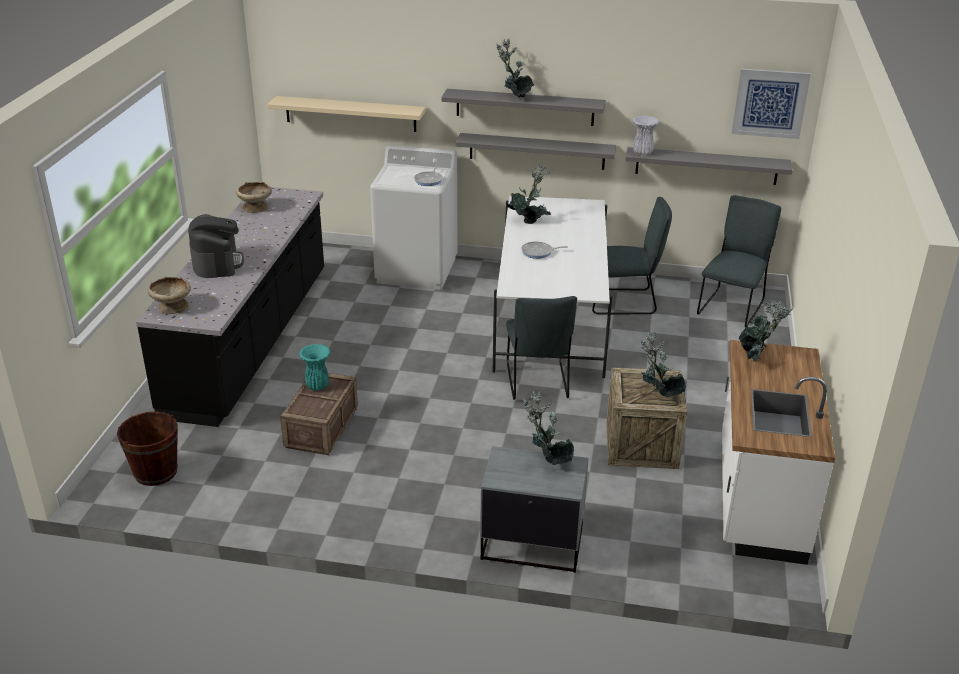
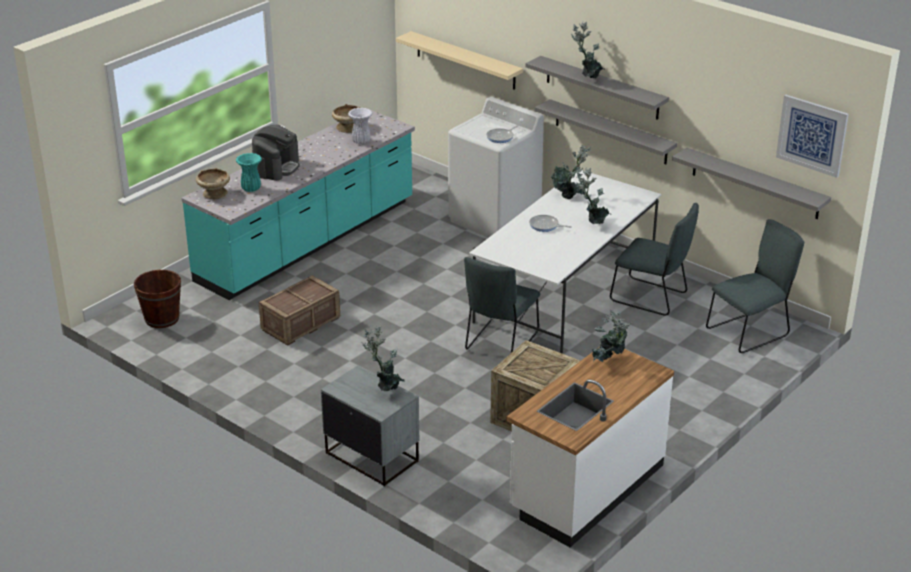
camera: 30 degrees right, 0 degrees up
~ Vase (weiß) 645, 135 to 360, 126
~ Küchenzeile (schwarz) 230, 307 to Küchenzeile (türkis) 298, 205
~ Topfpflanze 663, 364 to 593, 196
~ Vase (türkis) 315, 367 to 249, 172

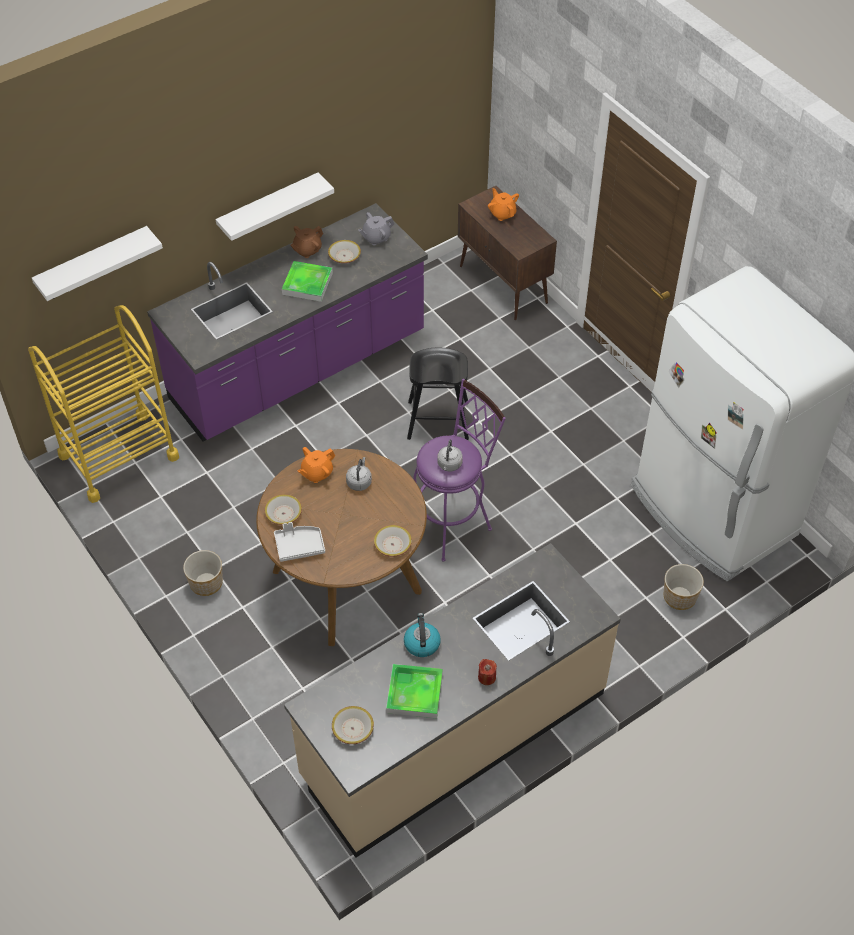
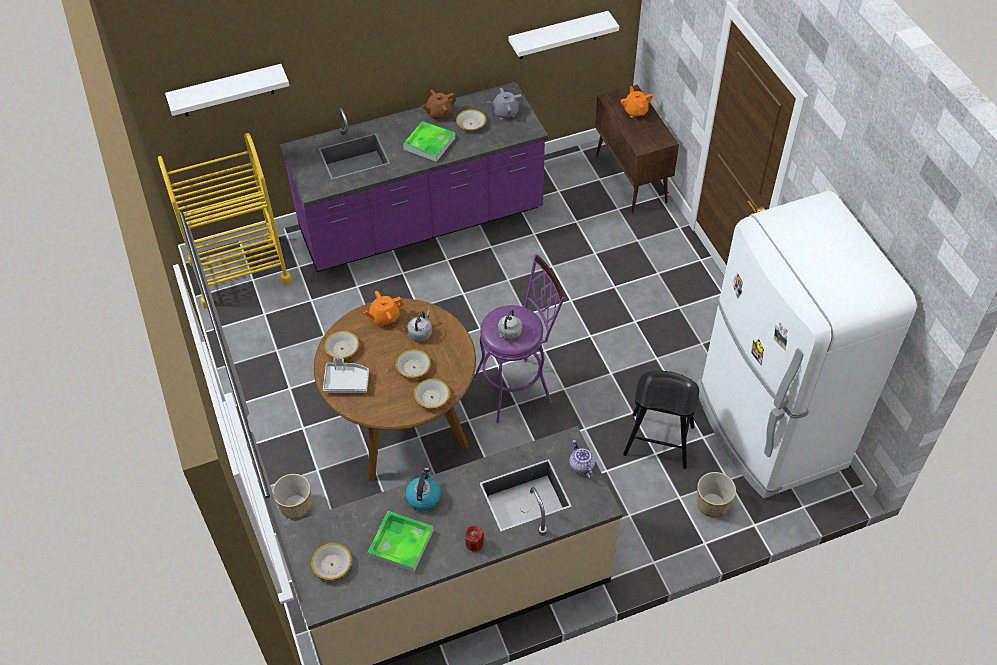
camera: 15 degrees right, 0 degrees up
~ Wandregal (weiß) 275, 207 to 564, 35
~ Hocker (schwarz) 438, 393 to 661, 420
~ Pflanzkübel 203, 573 to 292, 496
+ Schüssel 413, 363
+ Teekanne 582, 459

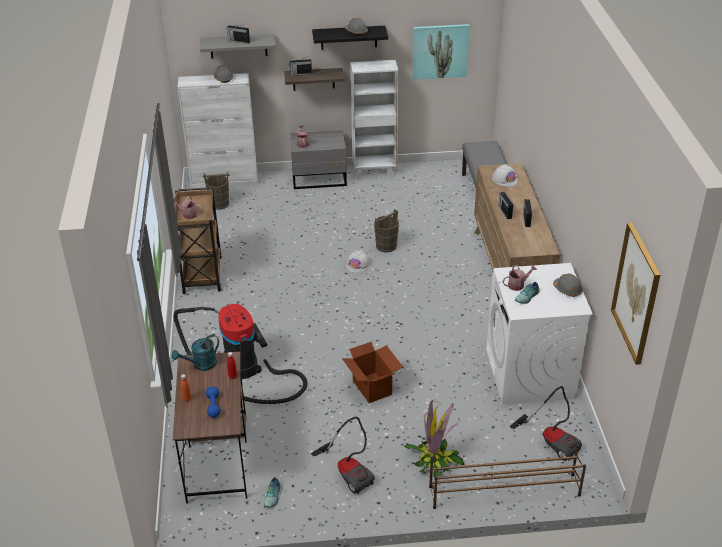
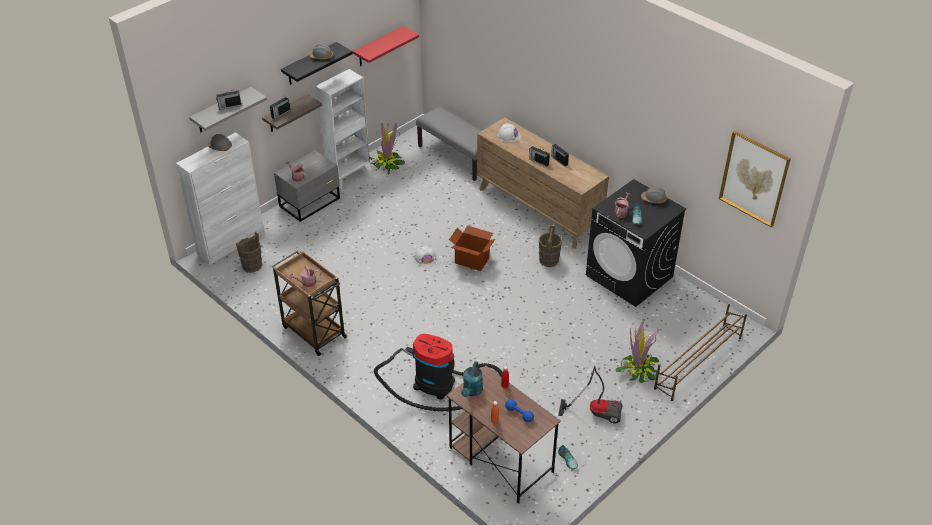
camera: 40 degrees left, 5 degrees up
~ Bild 441, 52 to Wandregal (rot) 386, 46
~ Eimer (braun) 386, 231 to 550, 246
~ Waschmaschine (weiß) 539, 333 to Waschmaschine (schwarz) 636, 243
~ Karton 372, 372 to 472, 248
- Staubsauger 546, 423
+ Topfpflanze 387, 149

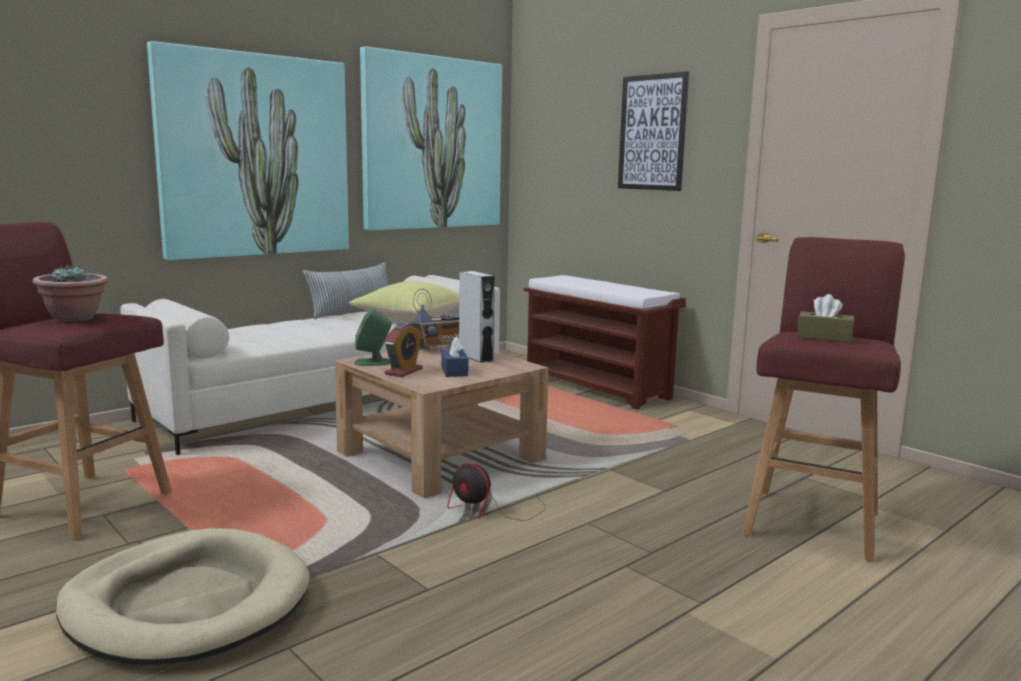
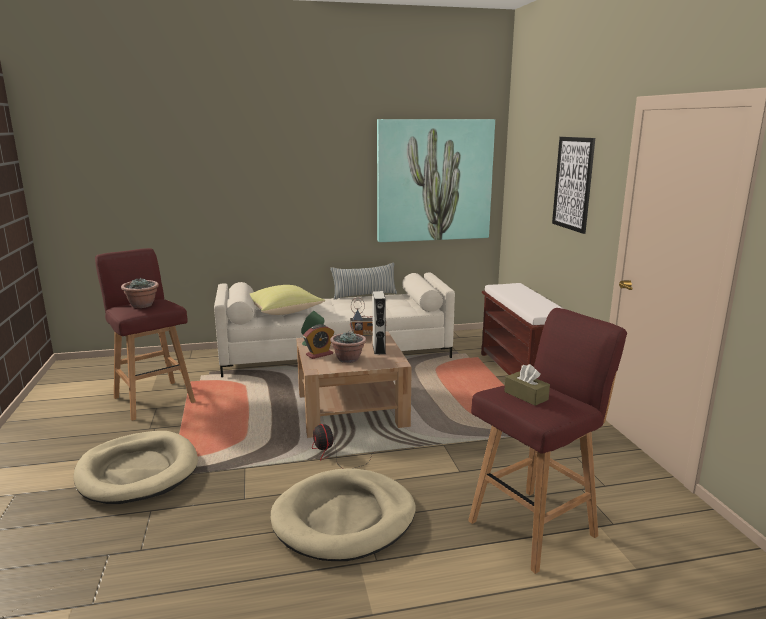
camera: 30 degrees right, 5 degrees up
- Bild 248, 150
~ Kissen (gelb) 404, 301 to 287, 300
~ Taschentuchbox (blau) 454, 357 to Topfpflanze 348, 347
+ Hundebett (beige) 343, 514

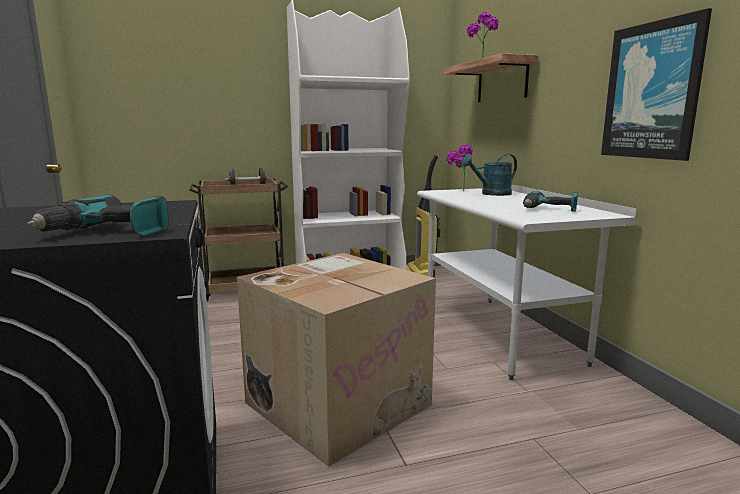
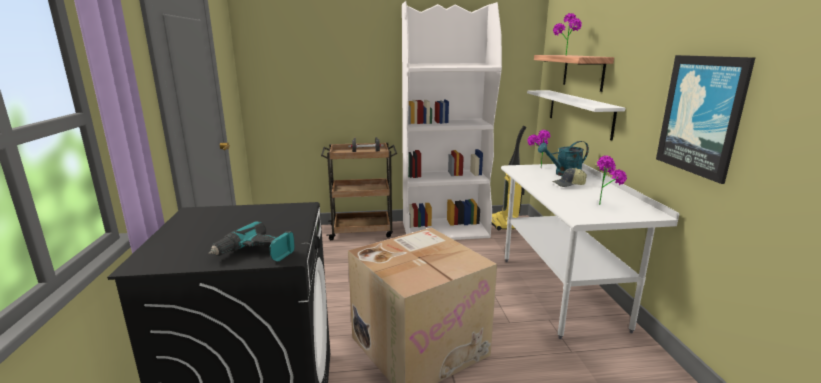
camera: 10 degrees right, 5 degrees up
~ Bohrmaschine 550, 201 to Topfpflanze 612, 180
+ Wandregal (weiß) 576, 115
+ Kappe 569, 177

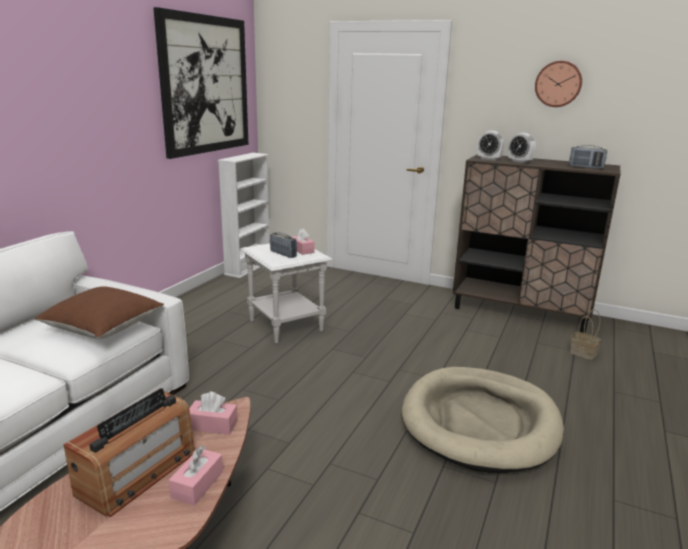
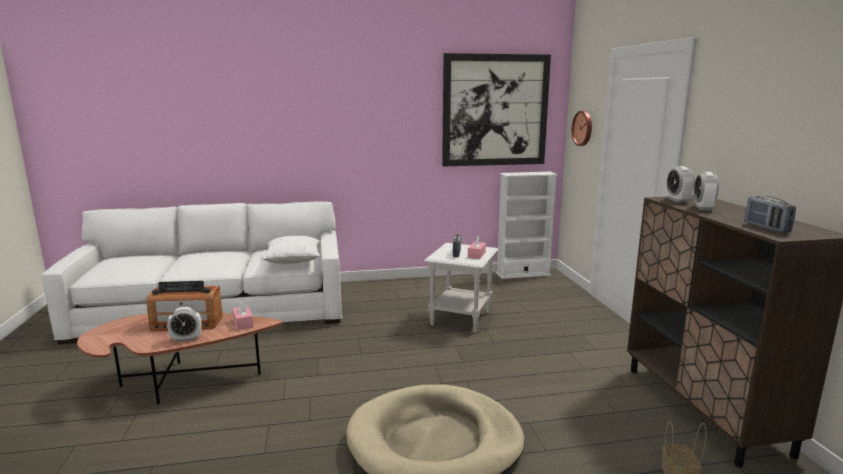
camera: 55 degrees right, 5 degrees down
~ Wanduhr 558, 84 to 582, 128
~ Kissen (braun) 99, 312 to Kissen (weiß) 291, 250
~ Taschentuchbox (rosa) 196, 476 to Wecker 184, 324

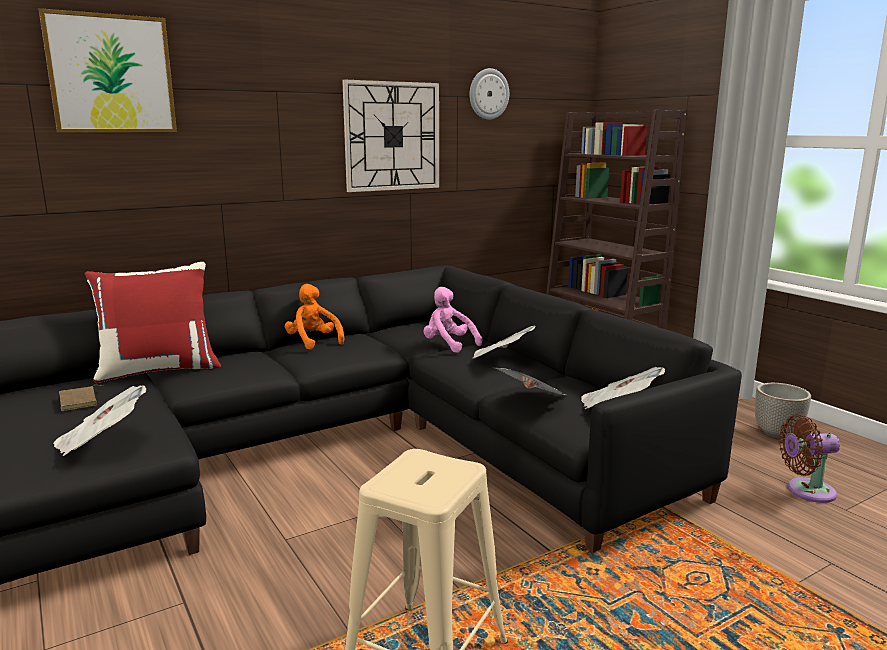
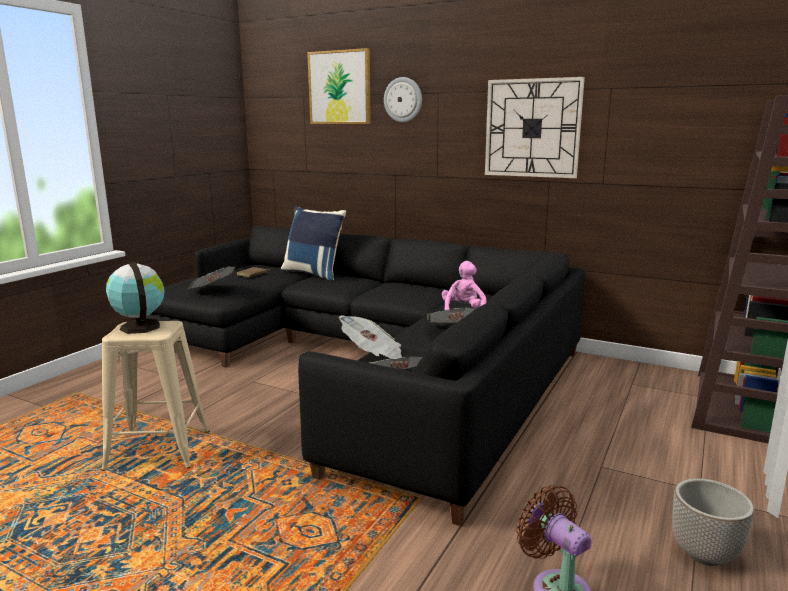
camera: 60 degrees right, 0 degrees up
~ Wanduhr 489, 94 to 403, 99
~ Kissen (rot) 153, 322 to Kissen (blau) 313, 243
- Plüschtier (orange) 314, 317
+ Globus 135, 298

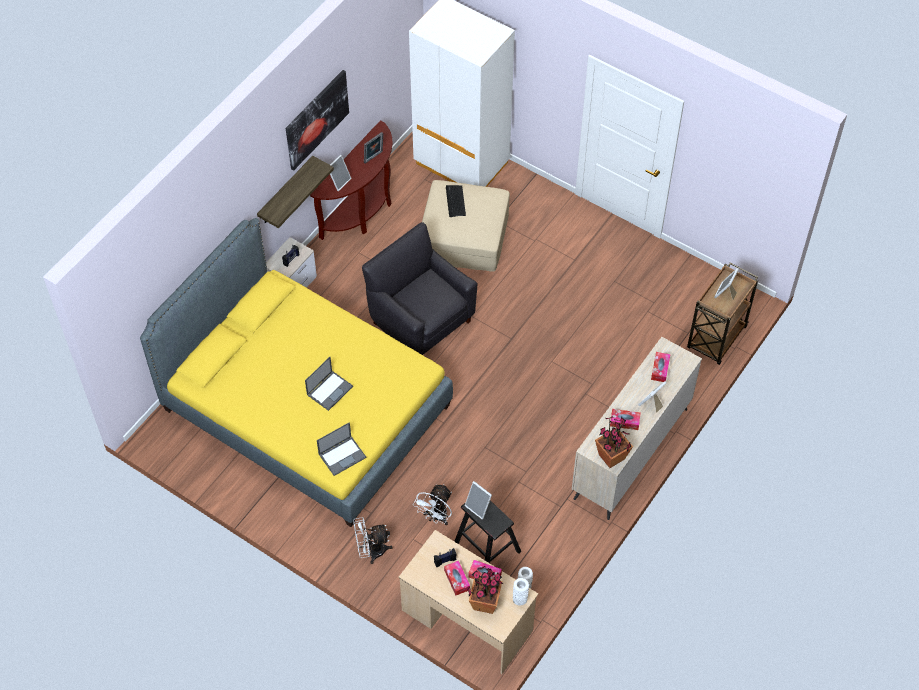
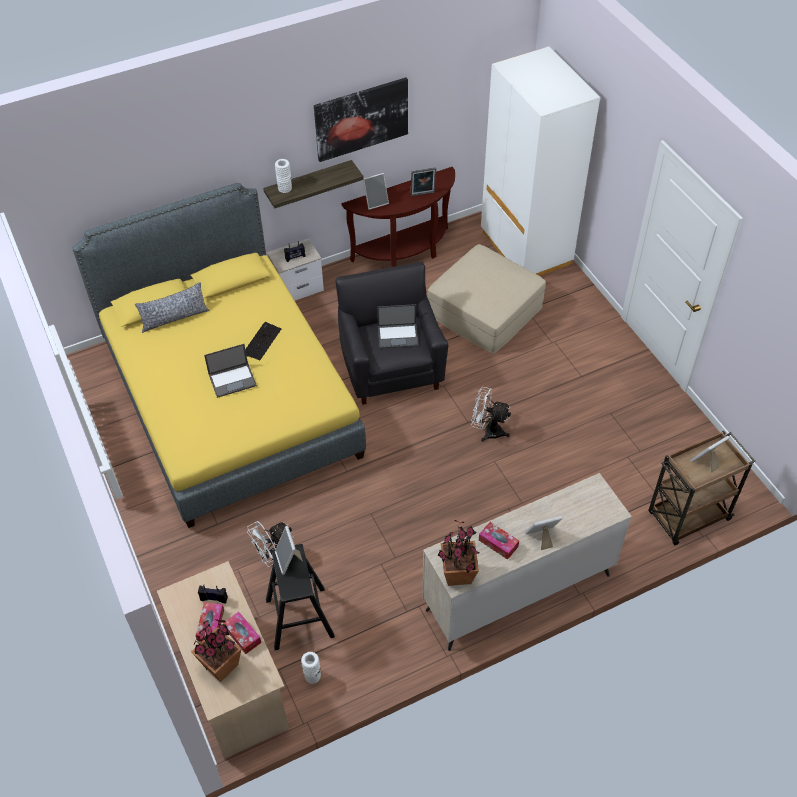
camera: 30 degrees right, 5 degrees down
~ Tastatur 456, 201 to 263, 341
- Taschentuchbox 661, 367
~ Laptop 341, 449 to 398, 326
~ Ventilator (weiß) 373, 540 to 491, 414
~ Vase (weiß) 521, 592 to 283, 176
+ Kissen 172, 307

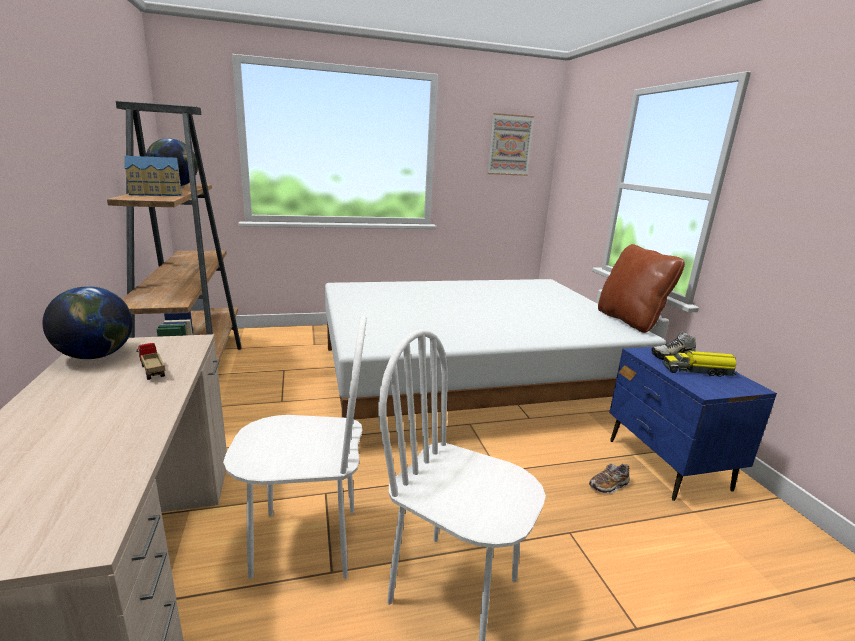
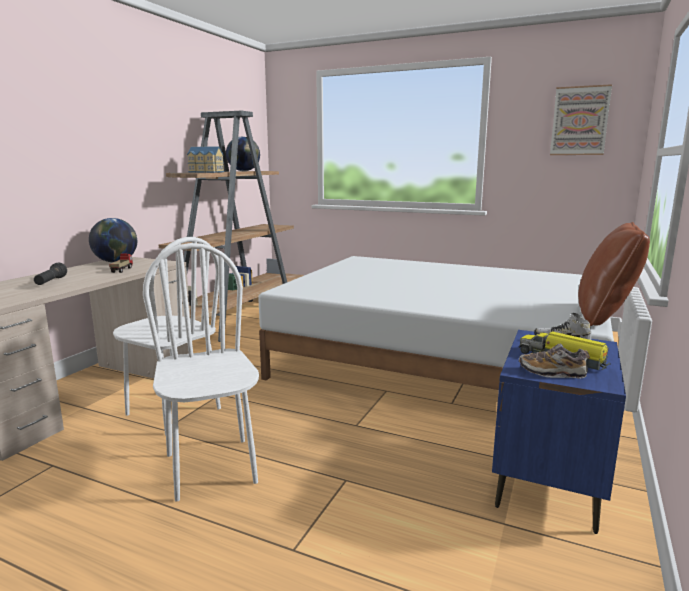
camera: 40 degrees right, 5 degrees down
~ Schuh 609, 478 to 554, 361
+ Taschenlampe (schwarz) 50, 274

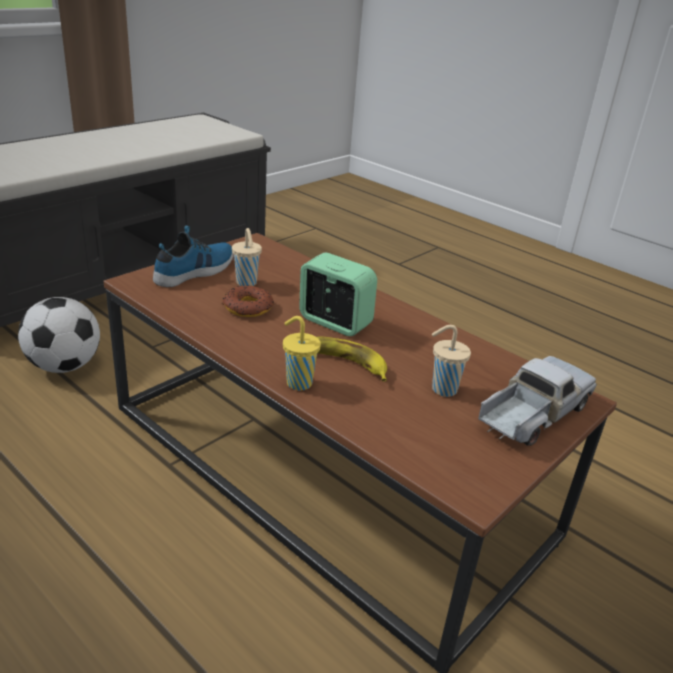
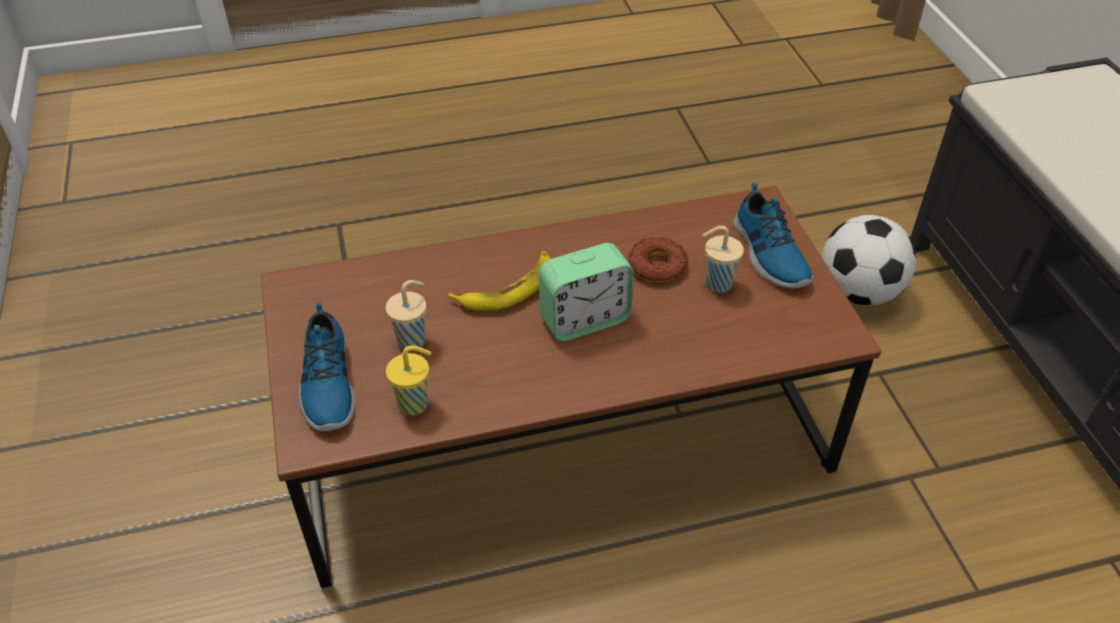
camera: 125 degrees right, 15 degrees up
~ Tasse (gelb) 302, 353 to 408, 380
~ Spielzeuglaster 537, 401 to Schuh 327, 366

